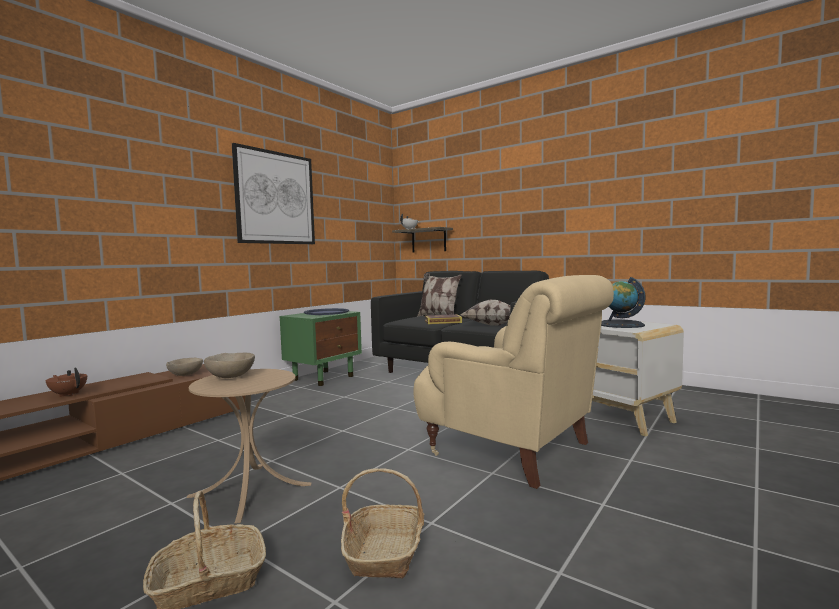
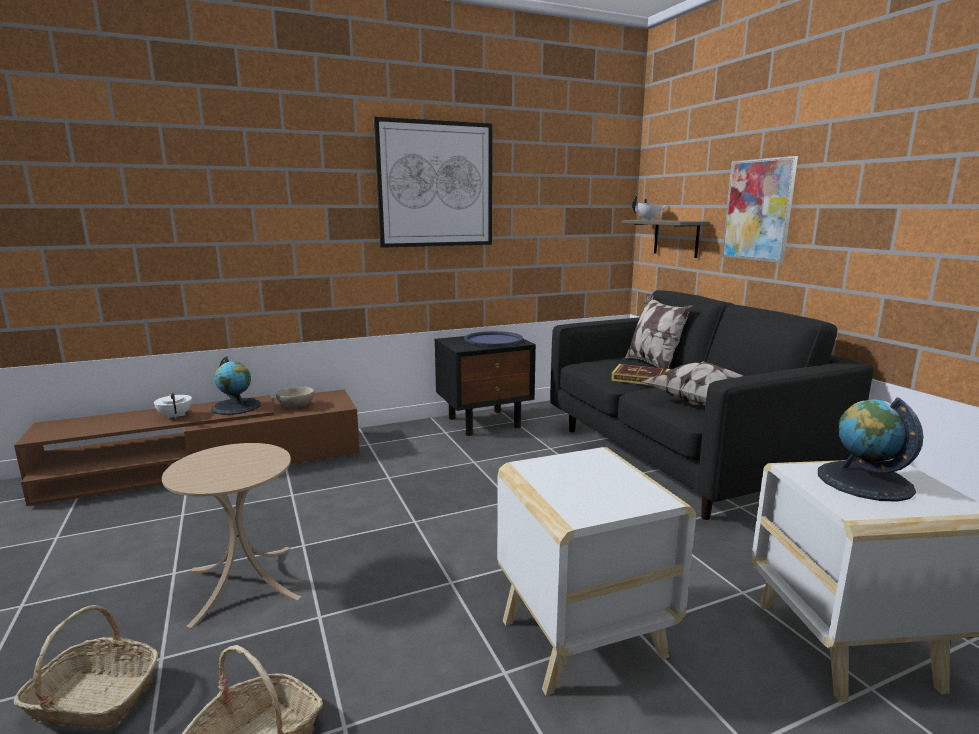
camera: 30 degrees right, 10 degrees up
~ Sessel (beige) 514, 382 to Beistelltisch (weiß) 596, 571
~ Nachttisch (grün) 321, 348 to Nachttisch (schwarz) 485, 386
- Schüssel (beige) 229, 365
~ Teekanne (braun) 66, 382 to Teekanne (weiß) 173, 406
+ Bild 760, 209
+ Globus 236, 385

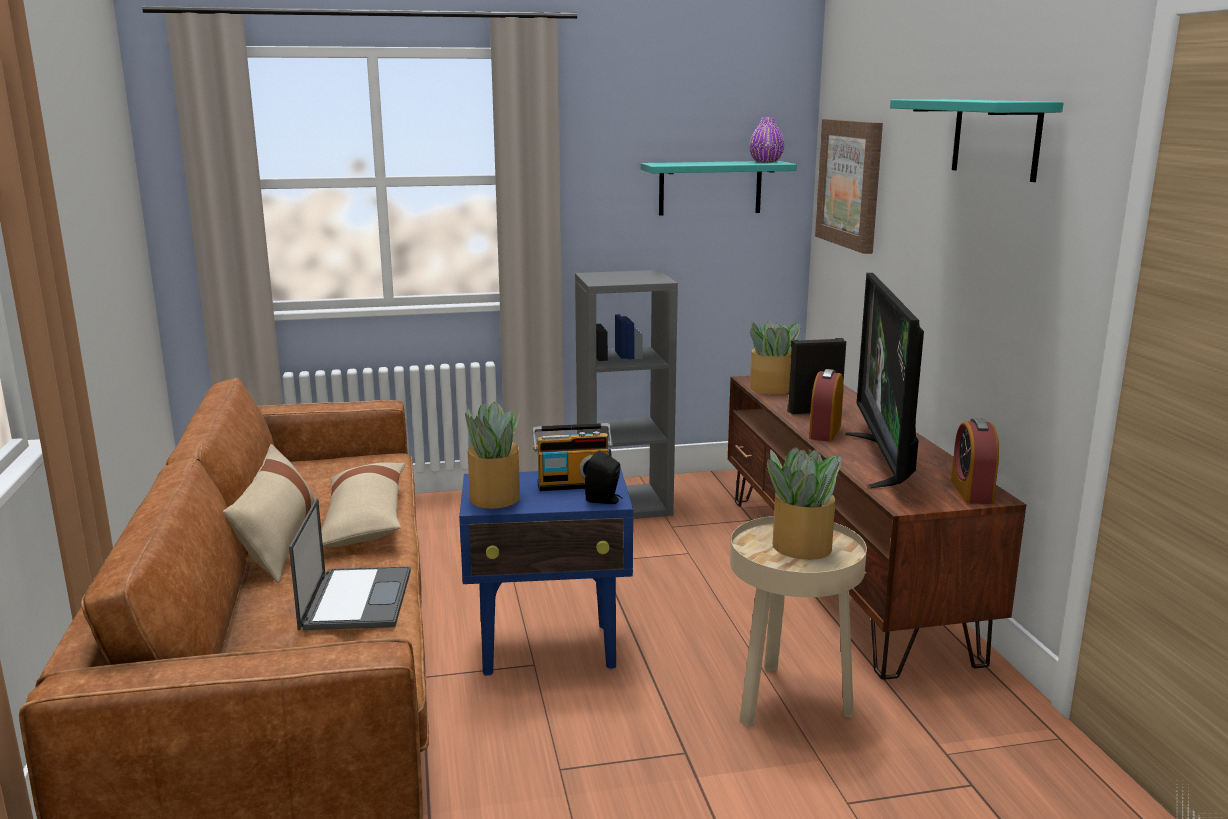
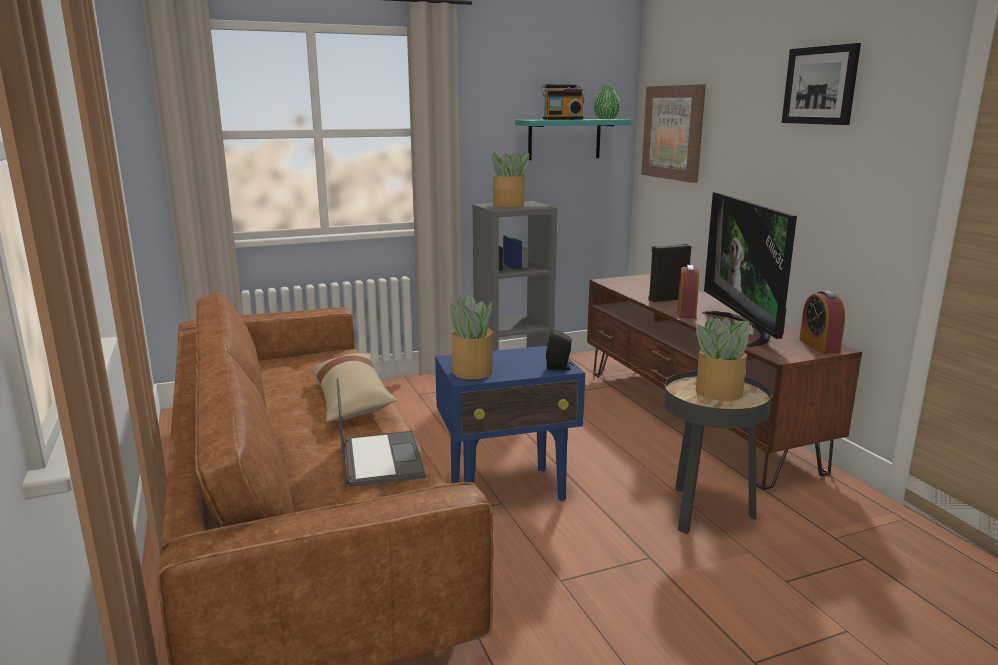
camera: 10 degrees left, 0 degrees up
~ Wandregal (türkis) 976, 140 to Bild 821, 84
~ Vase (lila) 766, 140 to Vase (grün) 607, 102
~ Topfpflanze 775, 357 to 511, 179
~ Radio 572, 457 to 562, 102
- Kissen (beige) 269, 513
~ Beistelltisch (beige) 798, 622 to Beistelltisch (schwarz) 718, 452

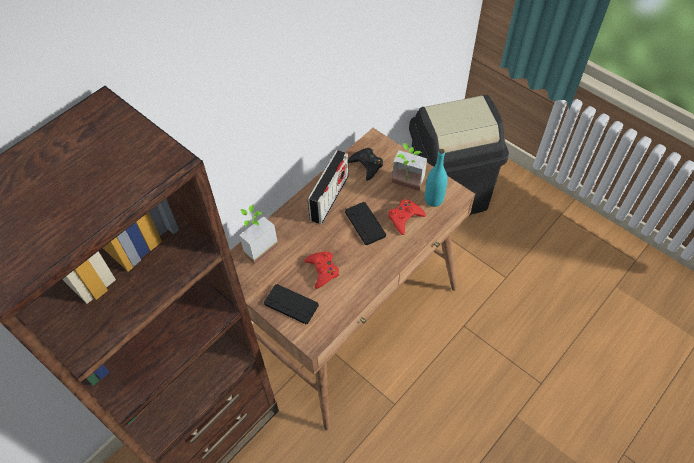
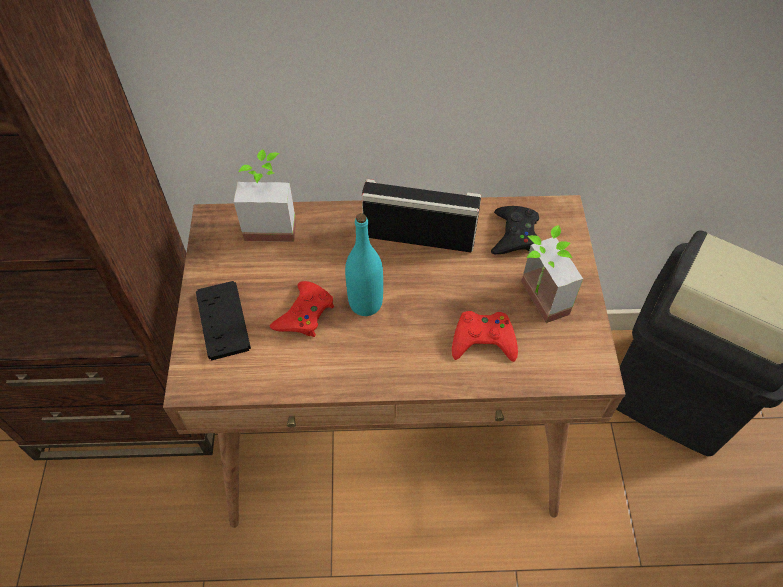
camera: 45 degrees right, 0 degrees up
~ Flasche (türkis) 436, 178 to 364, 264
~ Radio 328, 187 = 421, 215 150 degrees counterclockwise
- Gamepad (schwarz) 365, 223

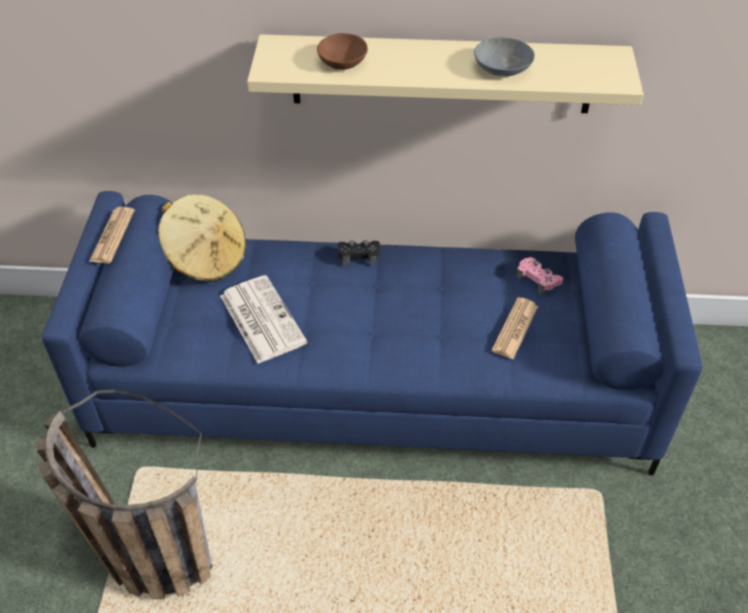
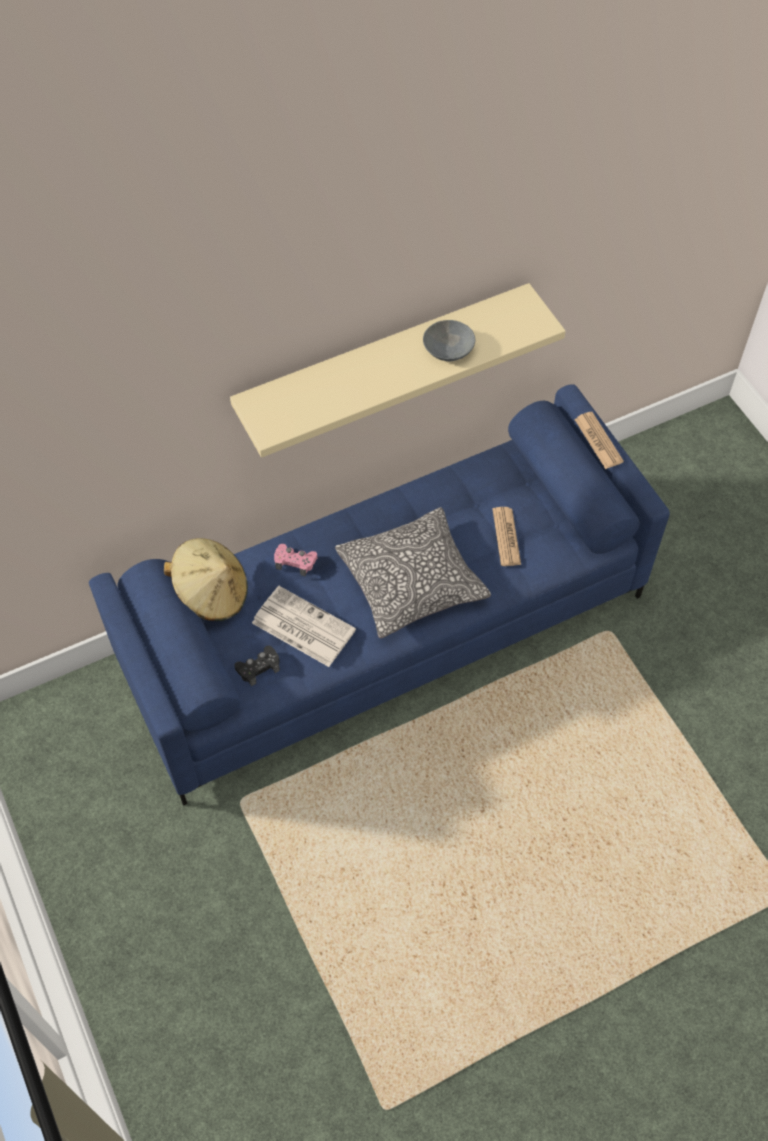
camera: 30 degrees left, 10 degrees up
- Schüssel (braun) 342, 51
~ Zeitung 112, 235 to 599, 440
~ Gamepad (schwarz) 359, 253 to 257, 665
~ Gamepad (rosa) 539, 276 to 295, 560
- Korb 125, 494
+ Kissen 413, 572

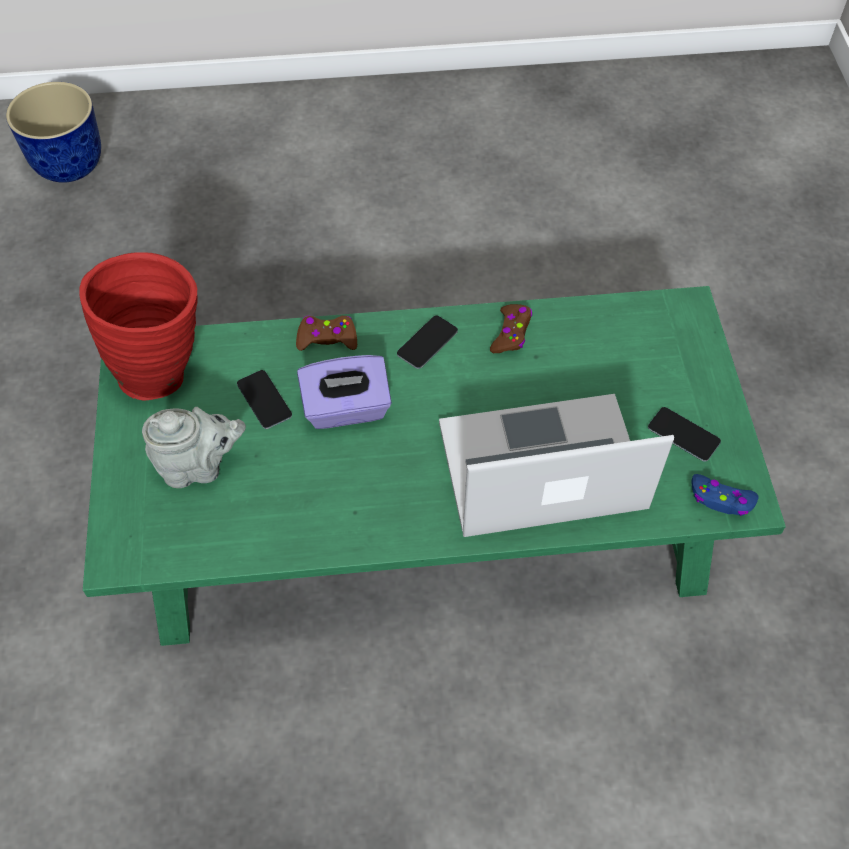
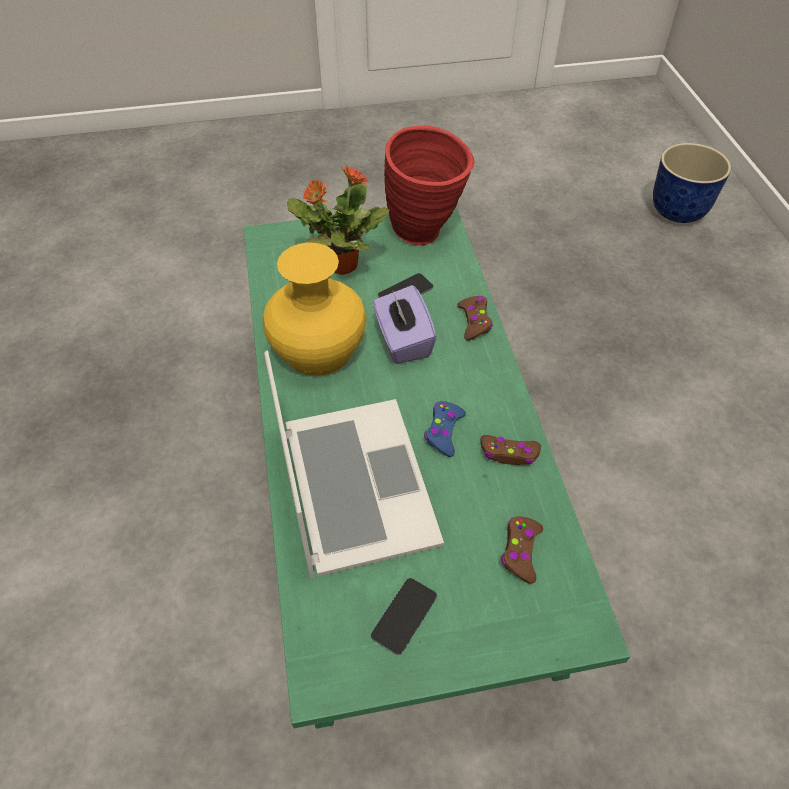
camera: 85 degrees right, 5 degrees down
- Handy 427, 342
~ Teekanne (grau) 194, 447 to Topfpflanze 338, 220
~ Gamepad (blau) 725, 495 to 445, 429
+ Vase (gelb) 315, 309
+ Gamepad (braun) 522, 550

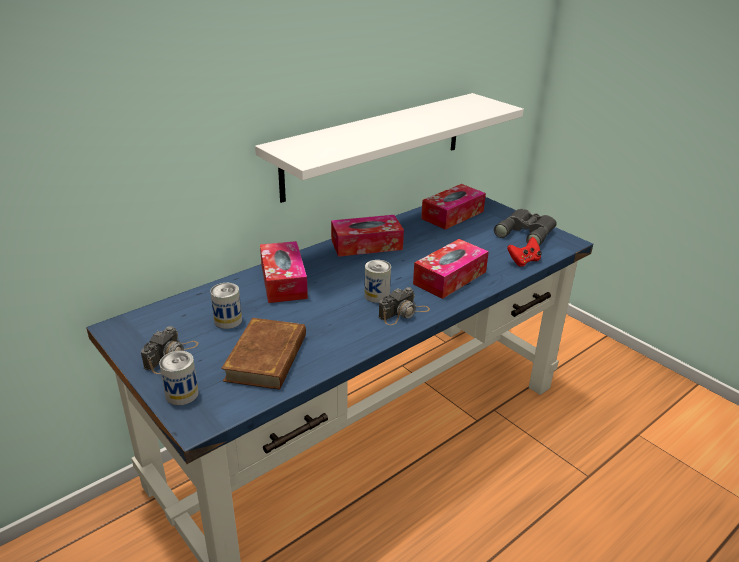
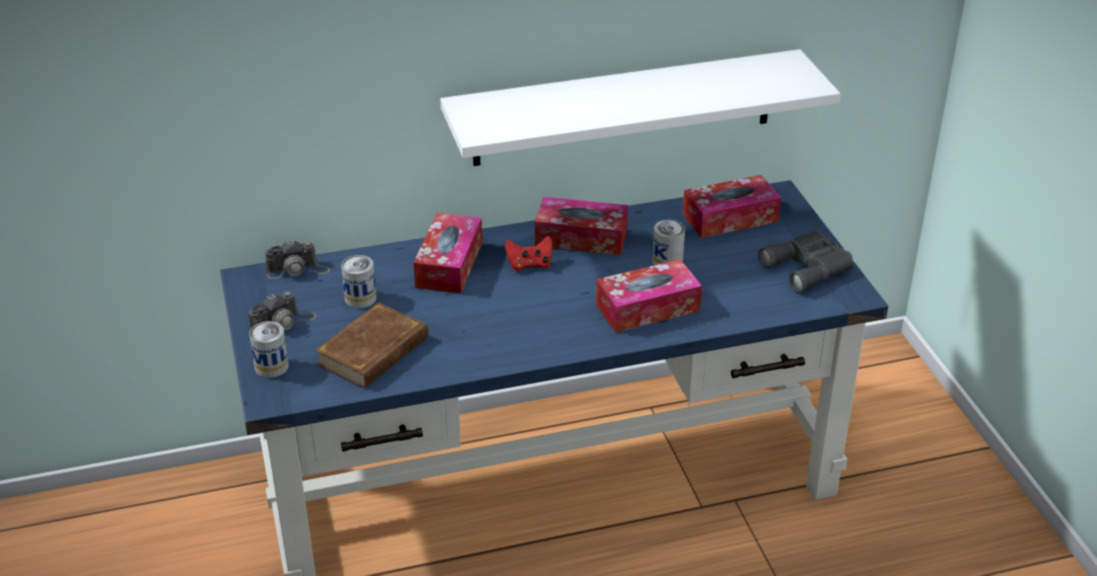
camera: 25 degrees right, 5 degrees up
~ Gamepad (rot) 524, 252 to 528, 253
~ Dose 377, 281 to 668, 242
~ Kamera 404, 306 to 297, 259

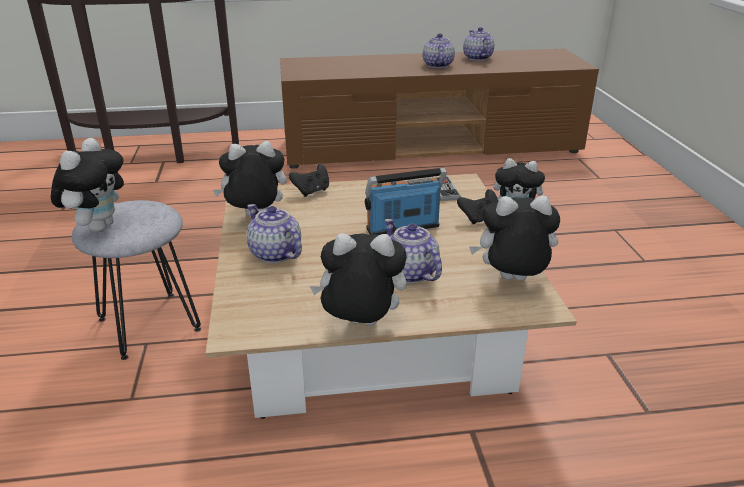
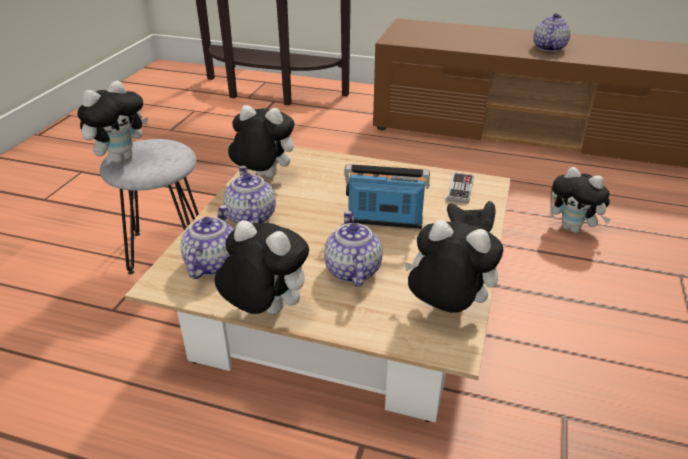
camera: 25 degrees right, 5 degrees up
~ Teekanne 479, 44 to 207, 242
- Gamepad (schwarz) 309, 180

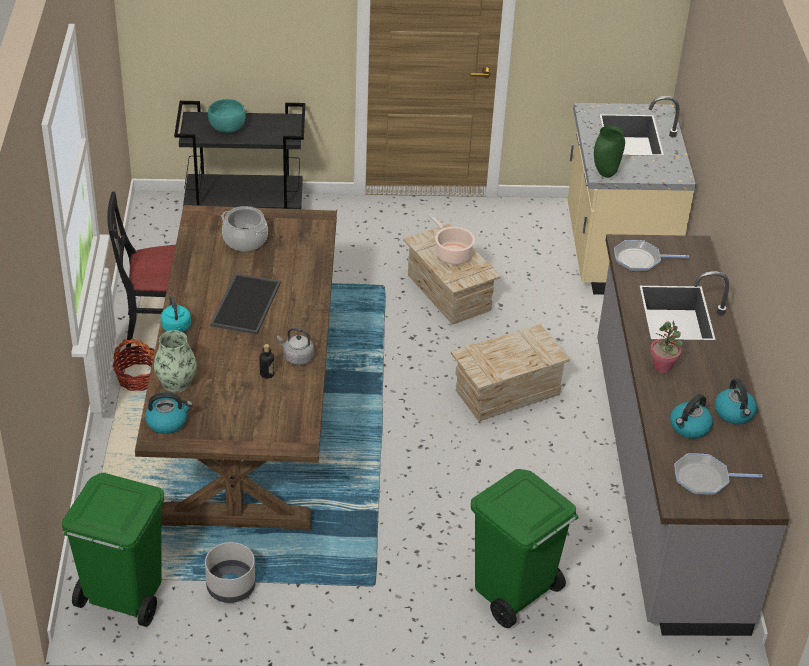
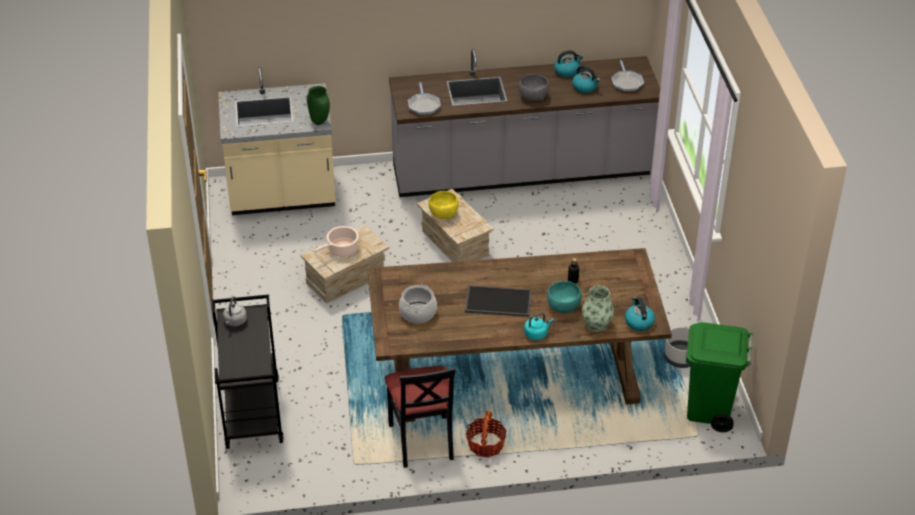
camera: 95 degrees left, 0 degrees up
~ Schüssel (türkis) 227, 116 to 564, 297
~ Topfpflanze 666, 347 to Schüssel (grau) 533, 87
~ Wasserkessel (grau) 295, 346 to 235, 312
- Mülleimer (grün) 525, 548
+ Schüssel (gelb) 444, 205

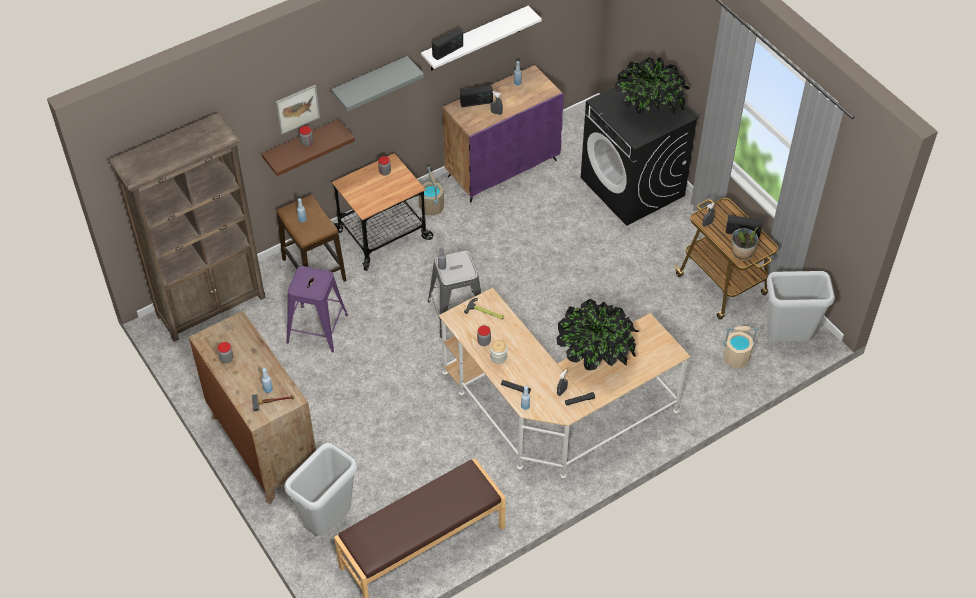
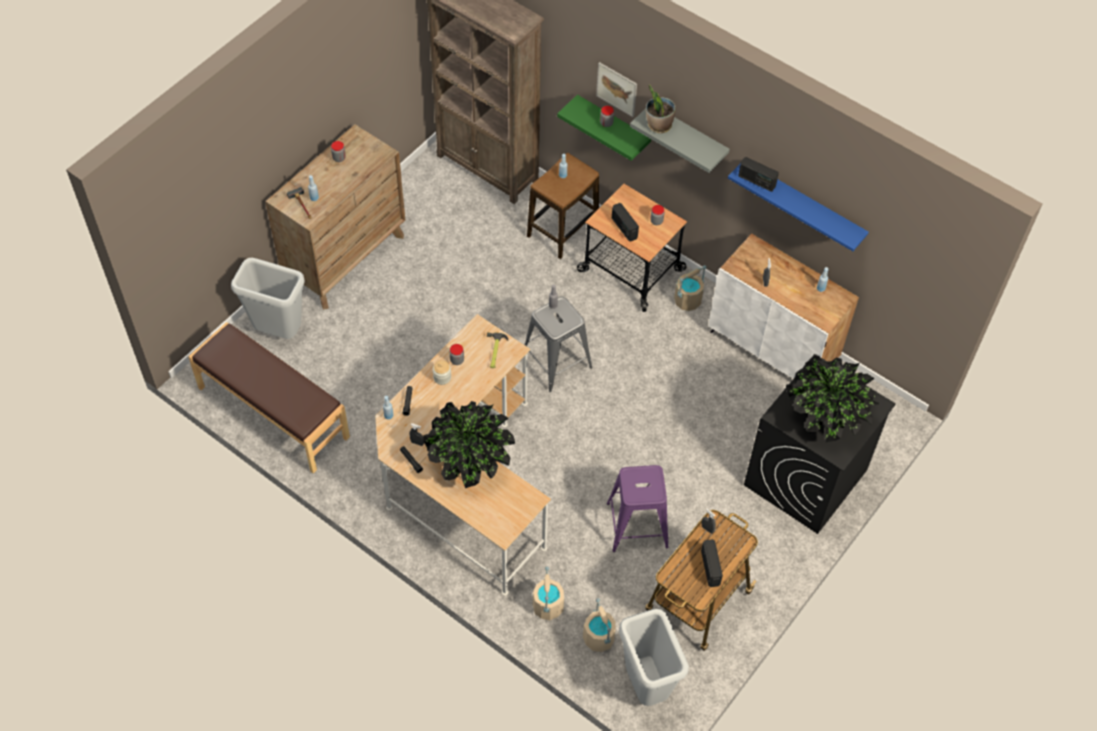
camera: 70 degrees right, 5 degrees up
~ Wandregal (weiß) 481, 38 to Wandregal (blau) 798, 207
~ Schrank (lila) 503, 133 to Schrank (weiß) 784, 306
~ Radio 476, 96 to 625, 222
~ Wandregal (braun) 308, 147 to Wandregal (grün) 604, 128
~ Topfpflanze 745, 244 to 661, 109
~ Hocker (lila) 317, 309 to 638, 508
+ Eimer (beige) 548, 593

